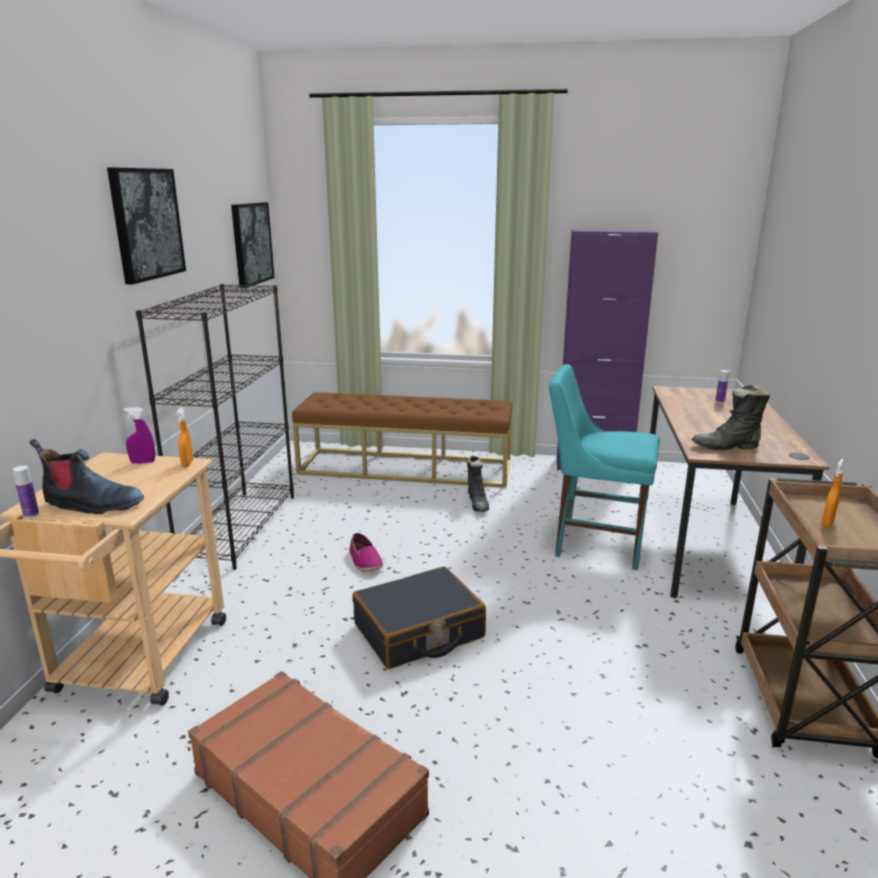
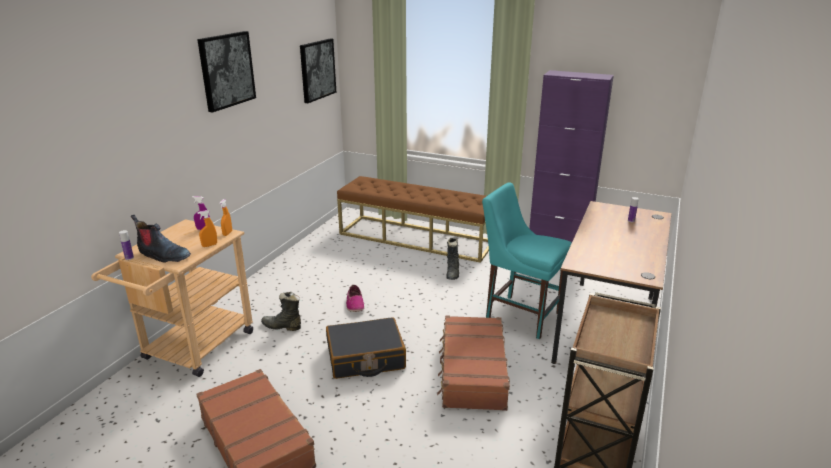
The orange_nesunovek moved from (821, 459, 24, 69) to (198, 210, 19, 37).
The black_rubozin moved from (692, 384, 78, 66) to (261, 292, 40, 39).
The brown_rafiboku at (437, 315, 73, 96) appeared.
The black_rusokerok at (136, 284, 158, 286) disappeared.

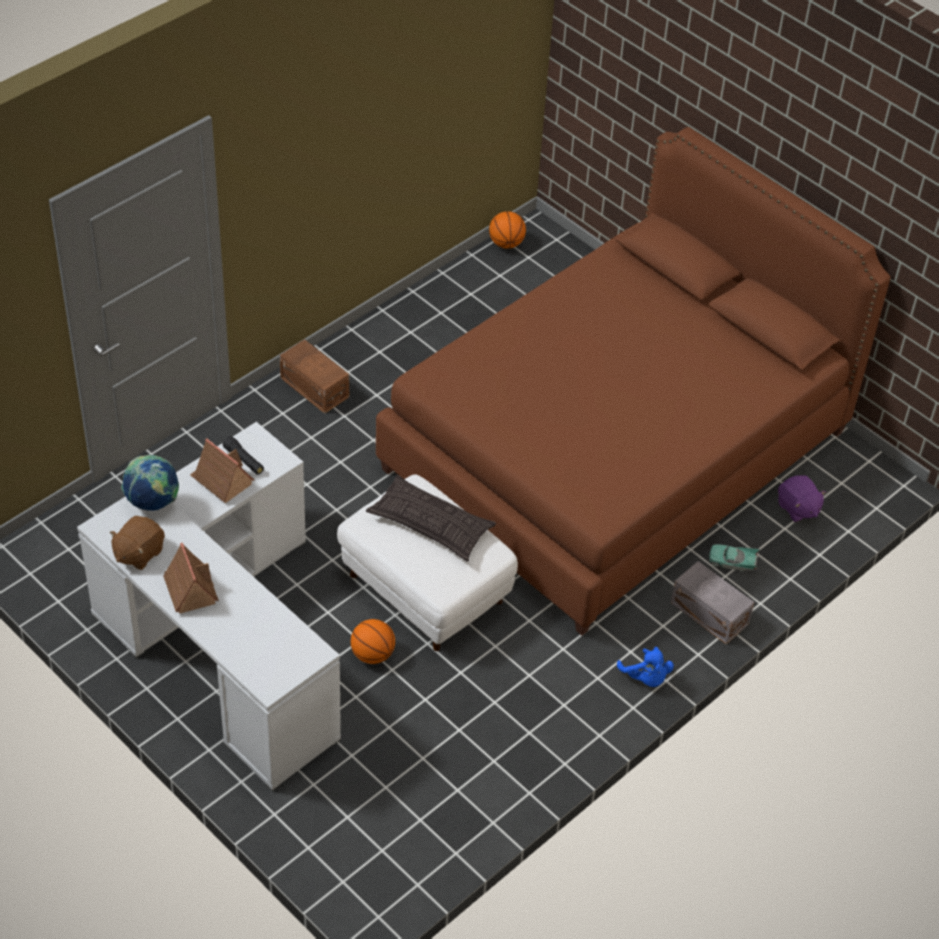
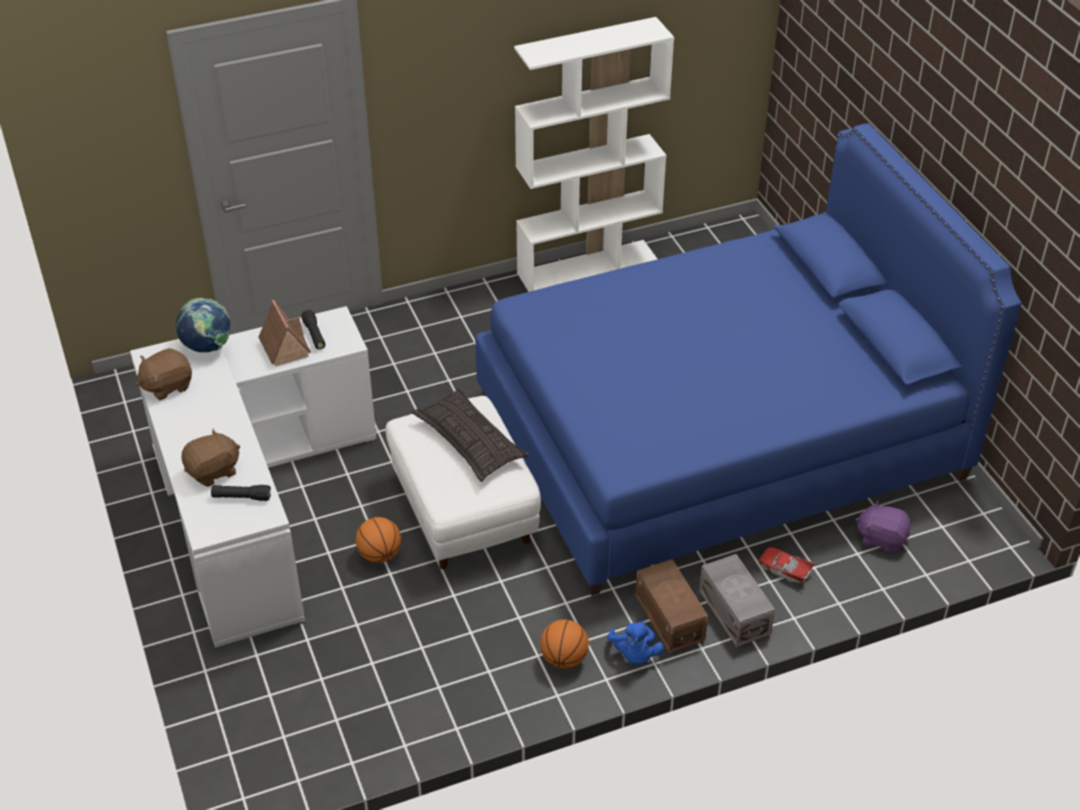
The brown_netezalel at (181, 428, 59, 59) appeared.
The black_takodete at (211, 485, 60, 16) appeared.
The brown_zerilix at (376, 127, 515, 508) became the blue_zerilix at (475, 123, 546, 473).
The white_rusokerok at (514, 17, 160, 275) appeared.
The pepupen moved from (489, 211, 37, 38) to (540, 619, 49, 50).
The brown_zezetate moved from (280, 339, 69, 74) to (636, 559, 72, 94).
The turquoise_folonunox at (709, 544, 52, 28) became the red_folonunox at (759, 547, 57, 36).
The purple_netezalel at (778, 475, 48, 47) turned 120 degrees clockwise.
The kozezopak at (163, 543, 56, 71) disappeared.

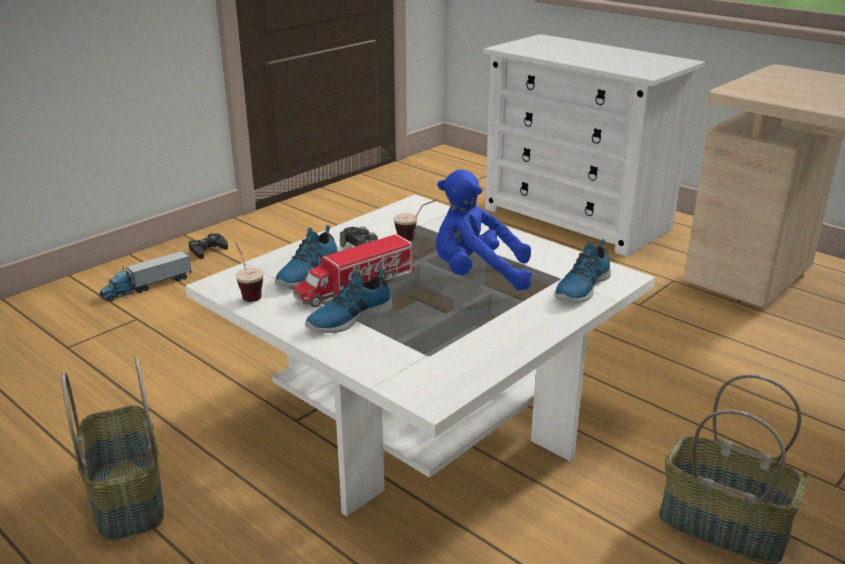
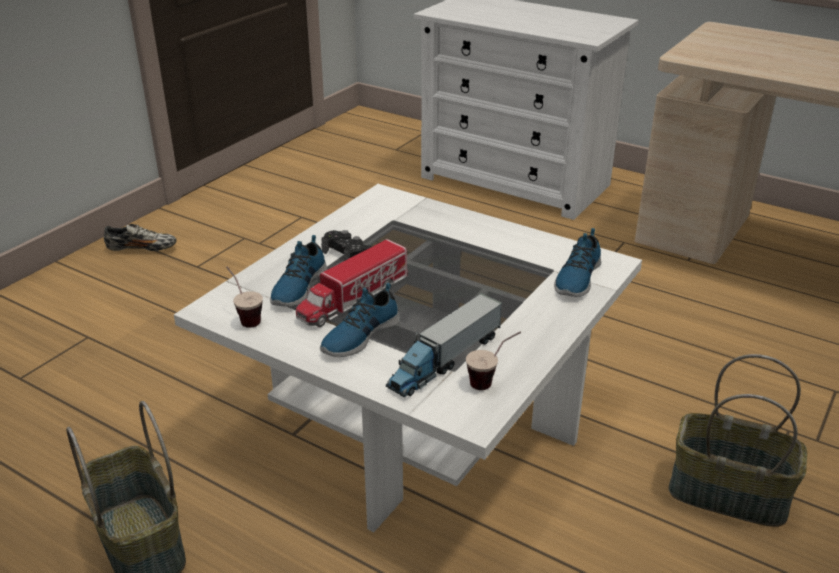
The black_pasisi at (188, 233, 40, 26) was replaced by the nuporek at (104, 224, 73, 27).
The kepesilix moved from (99, 251, 93, 50) to (386, 293, 116, 104).
The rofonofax moved from (394, 200, 43, 42) to (466, 331, 55, 59).
The blue_netezalel at (436, 170, 96, 121) disappeared.

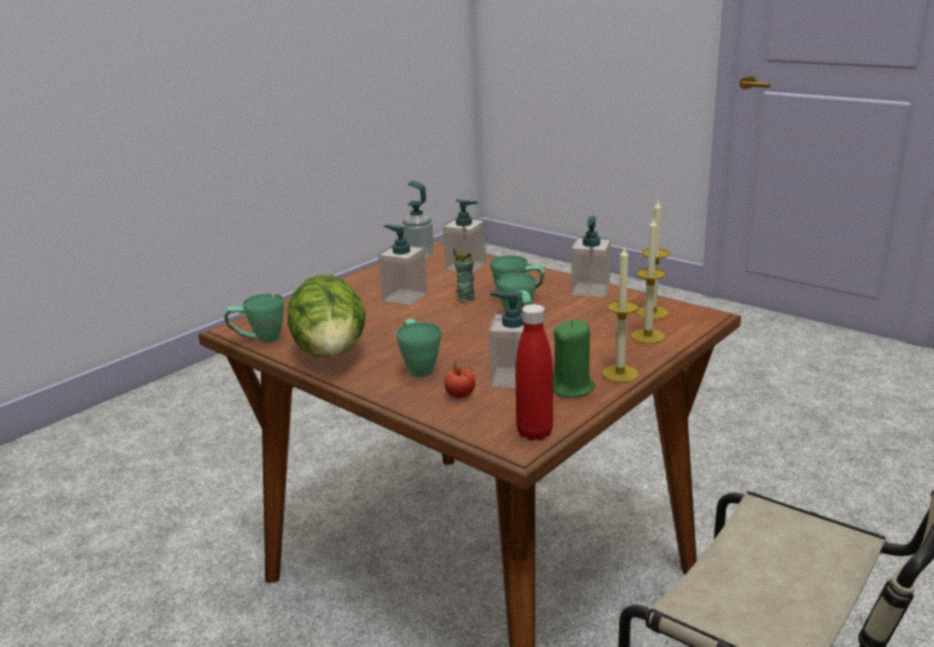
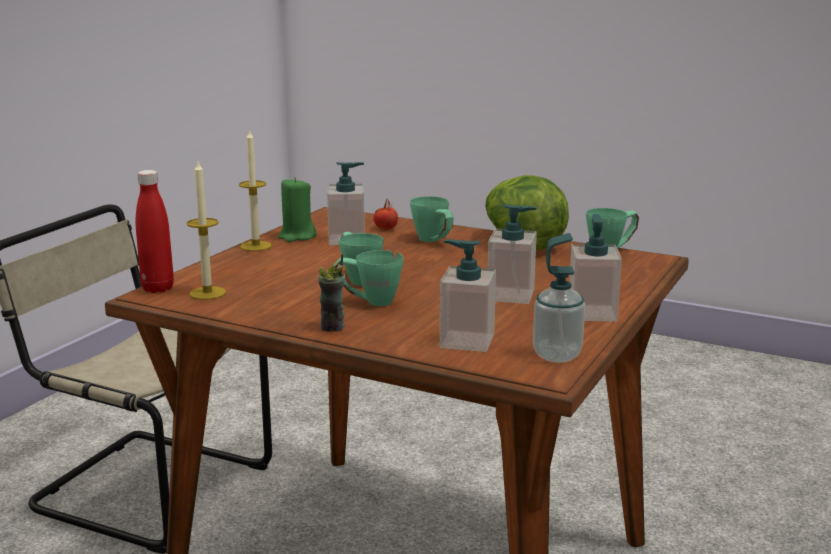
The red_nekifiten moved from (515, 304, 38, 136) to (136, 170, 38, 123).
The rofonofax moved from (453, 248, 22, 54) to (318, 254, 27, 78).
The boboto moved from (571, 216, 40, 81) to (569, 214, 53, 108).
The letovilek at (631, 217, 35, 127) disappeared.

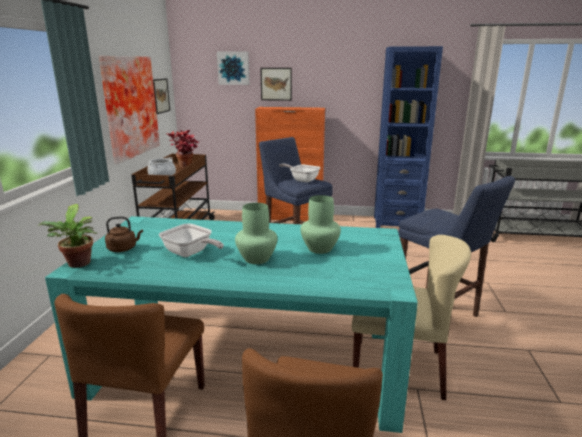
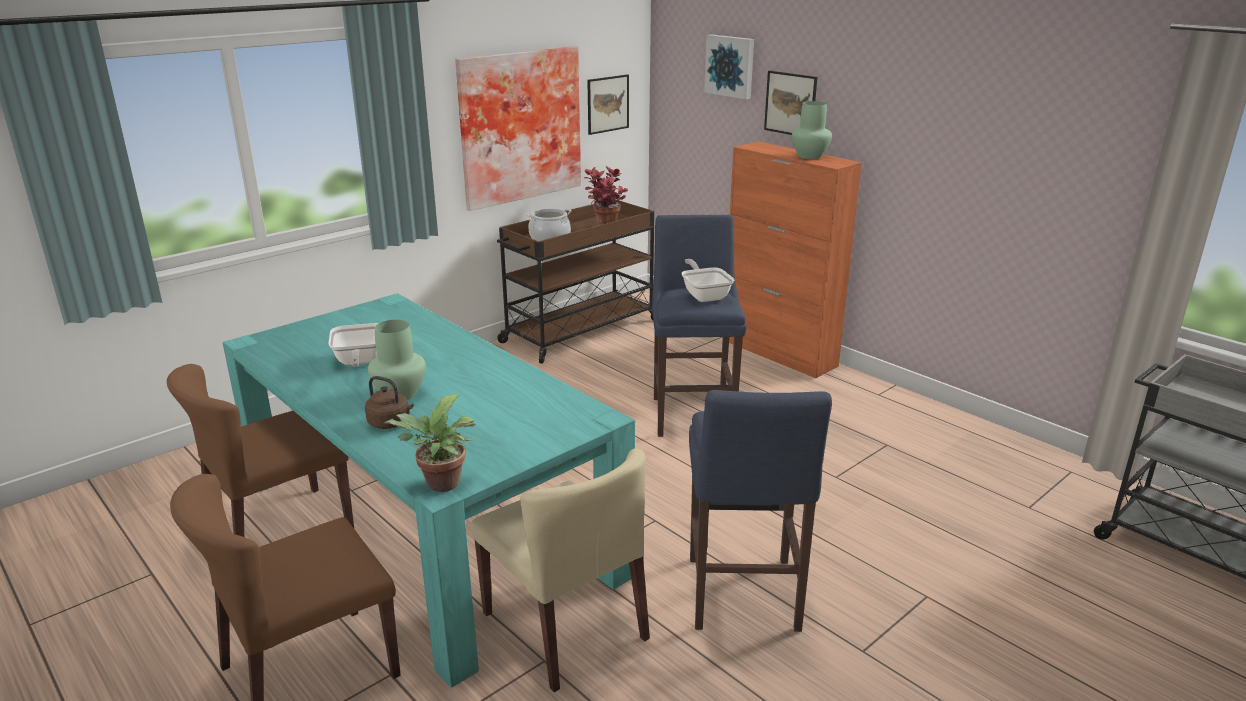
The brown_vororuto moved from (105, 216, 38, 36) to (365, 376, 48, 53).
The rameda moved from (38, 204, 59, 64) to (384, 394, 91, 98).
The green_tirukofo moved from (300, 195, 41, 59) to (792, 101, 40, 58).
The blue_rusokerok at (374, 46, 69, 182) disappeared.

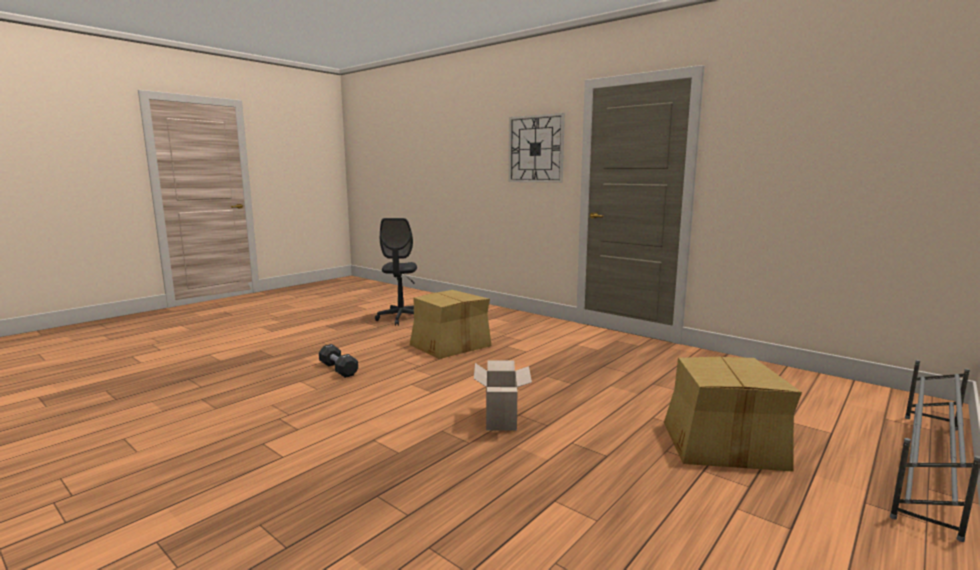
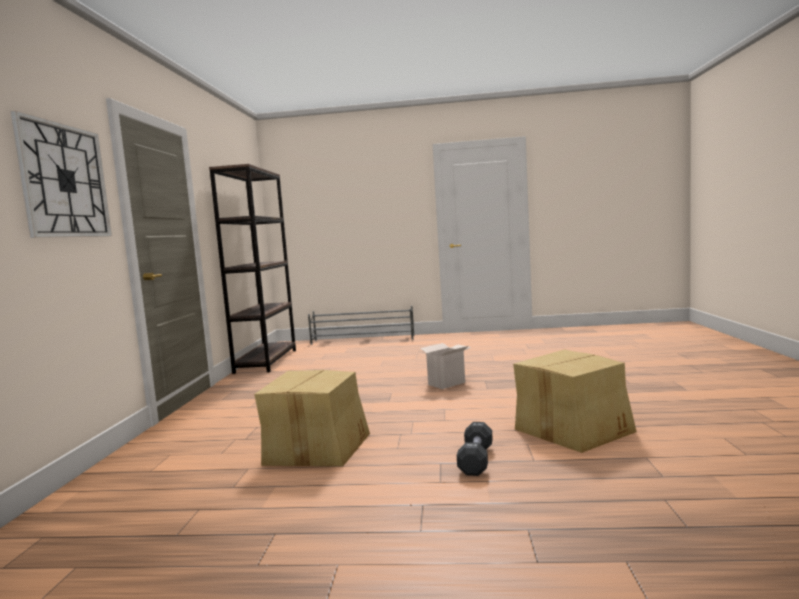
The brown_rusokerok at (209, 164, 87, 210) appeared.
The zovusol moved from (664, 357, 138, 115) to (513, 349, 124, 104).
The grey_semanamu at (375, 218, 42, 108) disappeared.

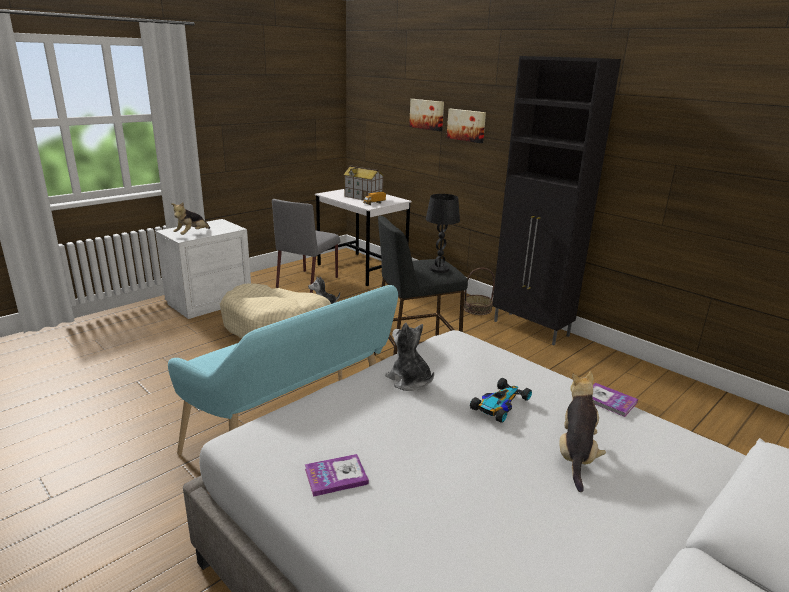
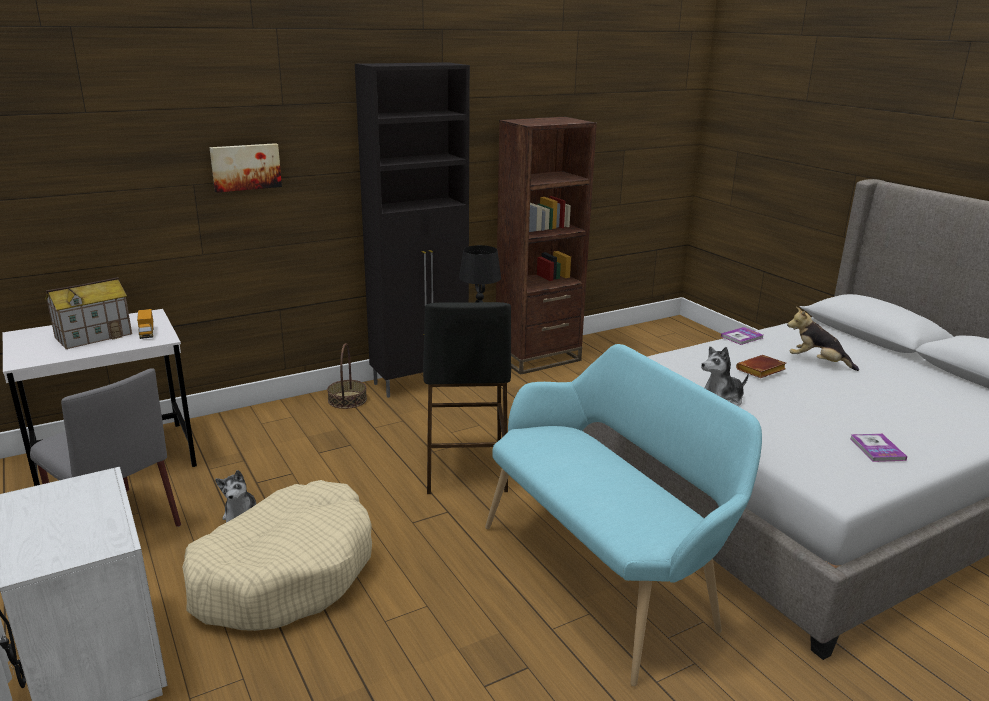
The brown_rusokerok at (496, 117, 101, 258) appeared.
The folonunox at (470, 378, 62, 45) was replaced by the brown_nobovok at (736, 355, 50, 23).
The netezalel at (171, 203, 39, 32) disappeared.
The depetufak at (409, 99, 35, 32) disappeared.

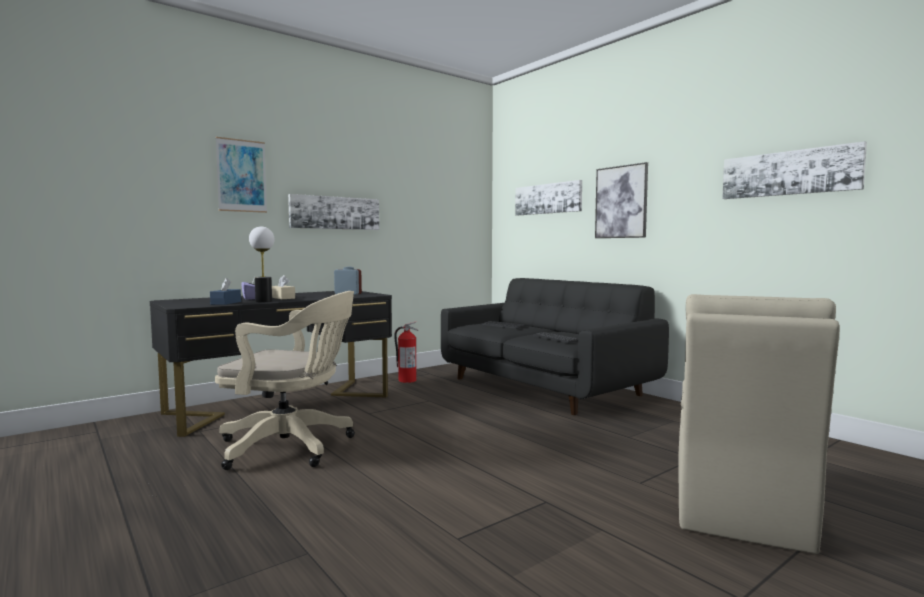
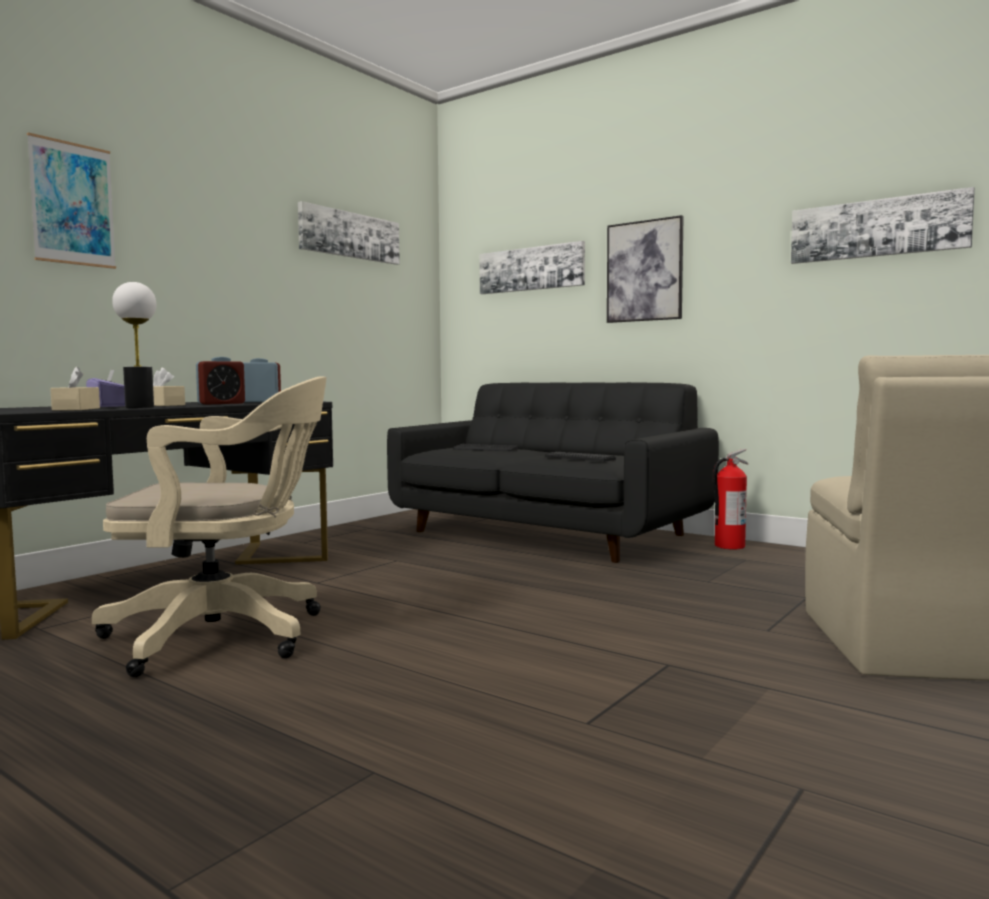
The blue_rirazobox at (210, 278, 31, 27) became the beige_rirazobox at (50, 366, 50, 45).
The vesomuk at (196, 357, 49, 47) appeared.
The depetufak moved from (288, 194, 91, 36) to (298, 201, 102, 64).
The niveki moved from (394, 321, 24, 62) to (713, 449, 35, 101).

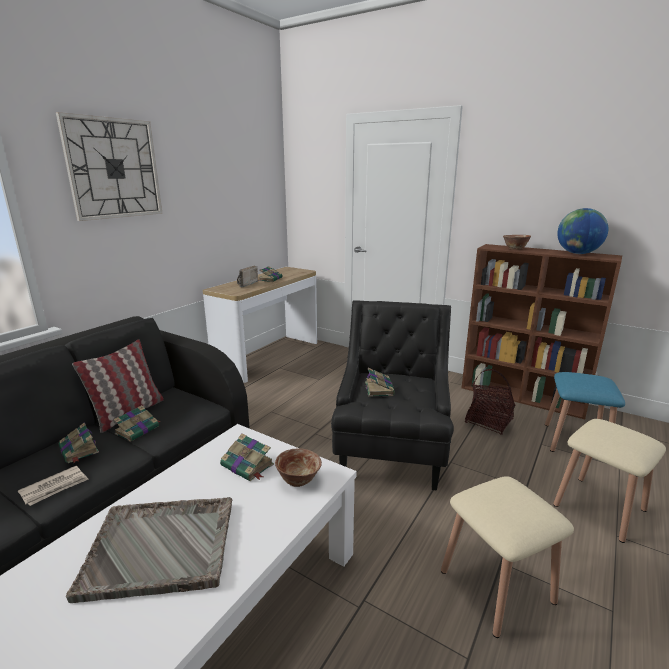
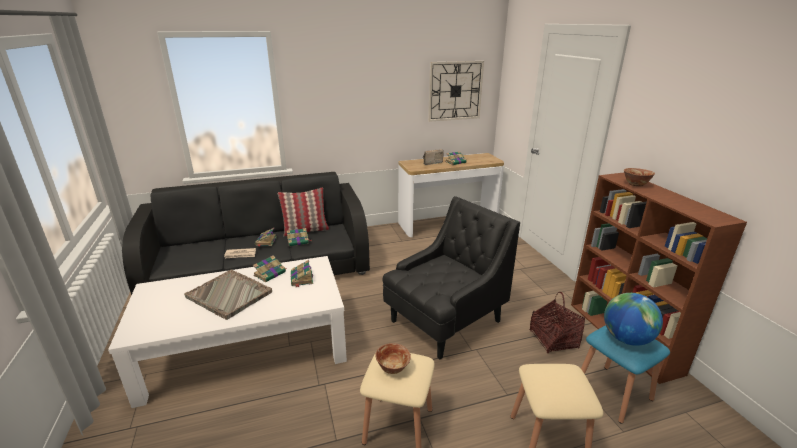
The nobovok moved from (365, 368, 30, 29) to (253, 255, 33, 27).
The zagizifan moved from (275, 448, 47, 39) to (376, 343, 35, 31).
The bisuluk moved from (56, 112, 107, 109) to (428, 61, 56, 61).
The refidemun moved from (557, 208, 51, 46) to (604, 293, 59, 53).

